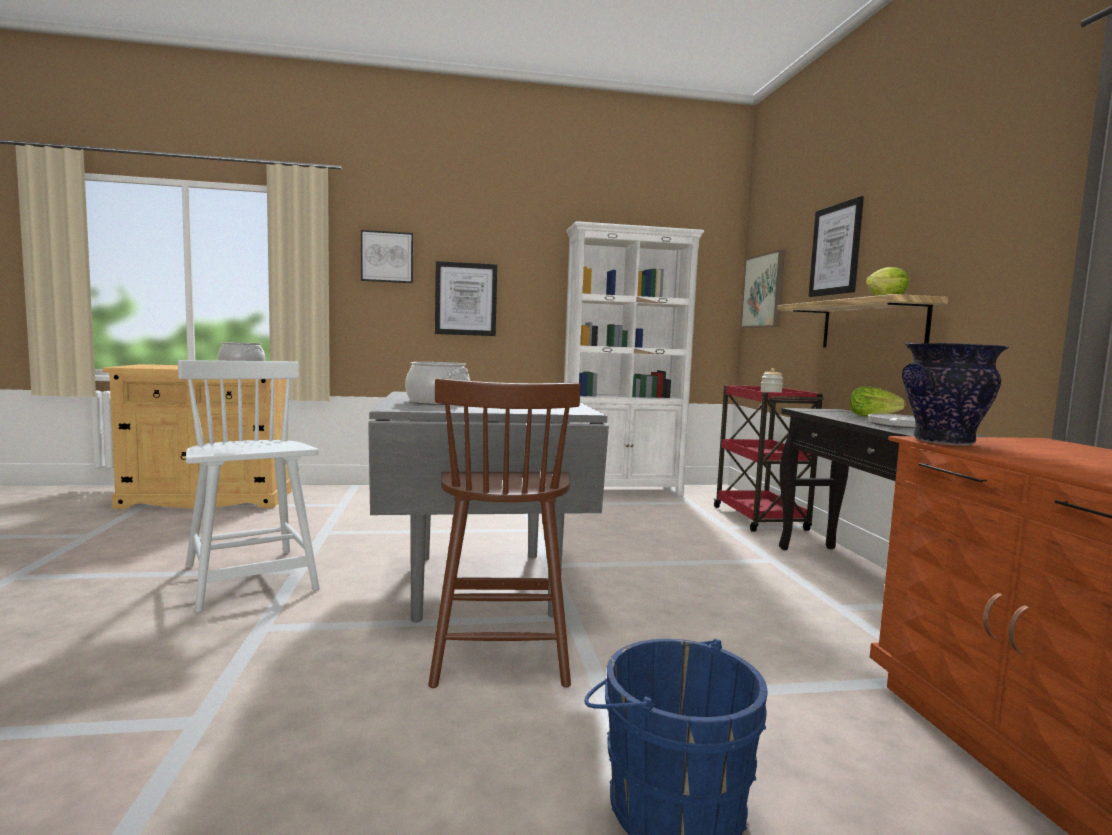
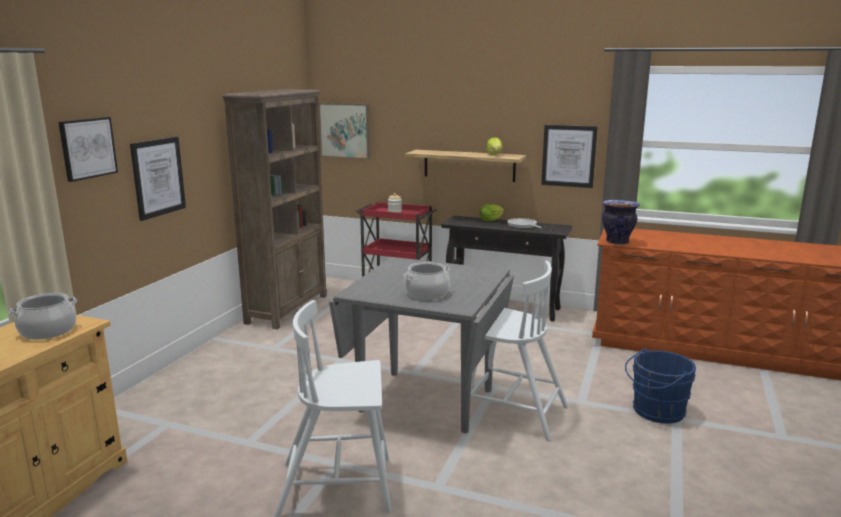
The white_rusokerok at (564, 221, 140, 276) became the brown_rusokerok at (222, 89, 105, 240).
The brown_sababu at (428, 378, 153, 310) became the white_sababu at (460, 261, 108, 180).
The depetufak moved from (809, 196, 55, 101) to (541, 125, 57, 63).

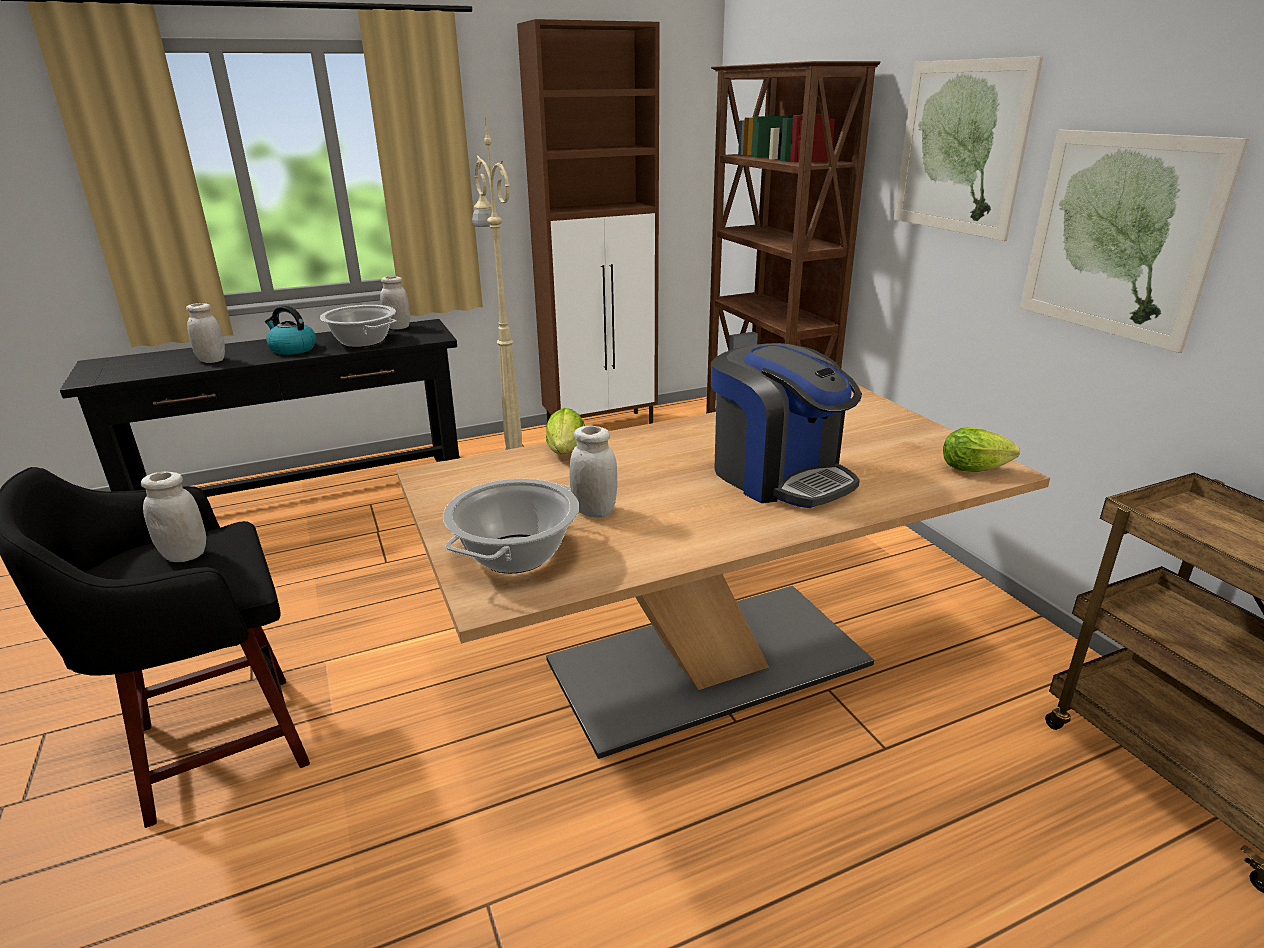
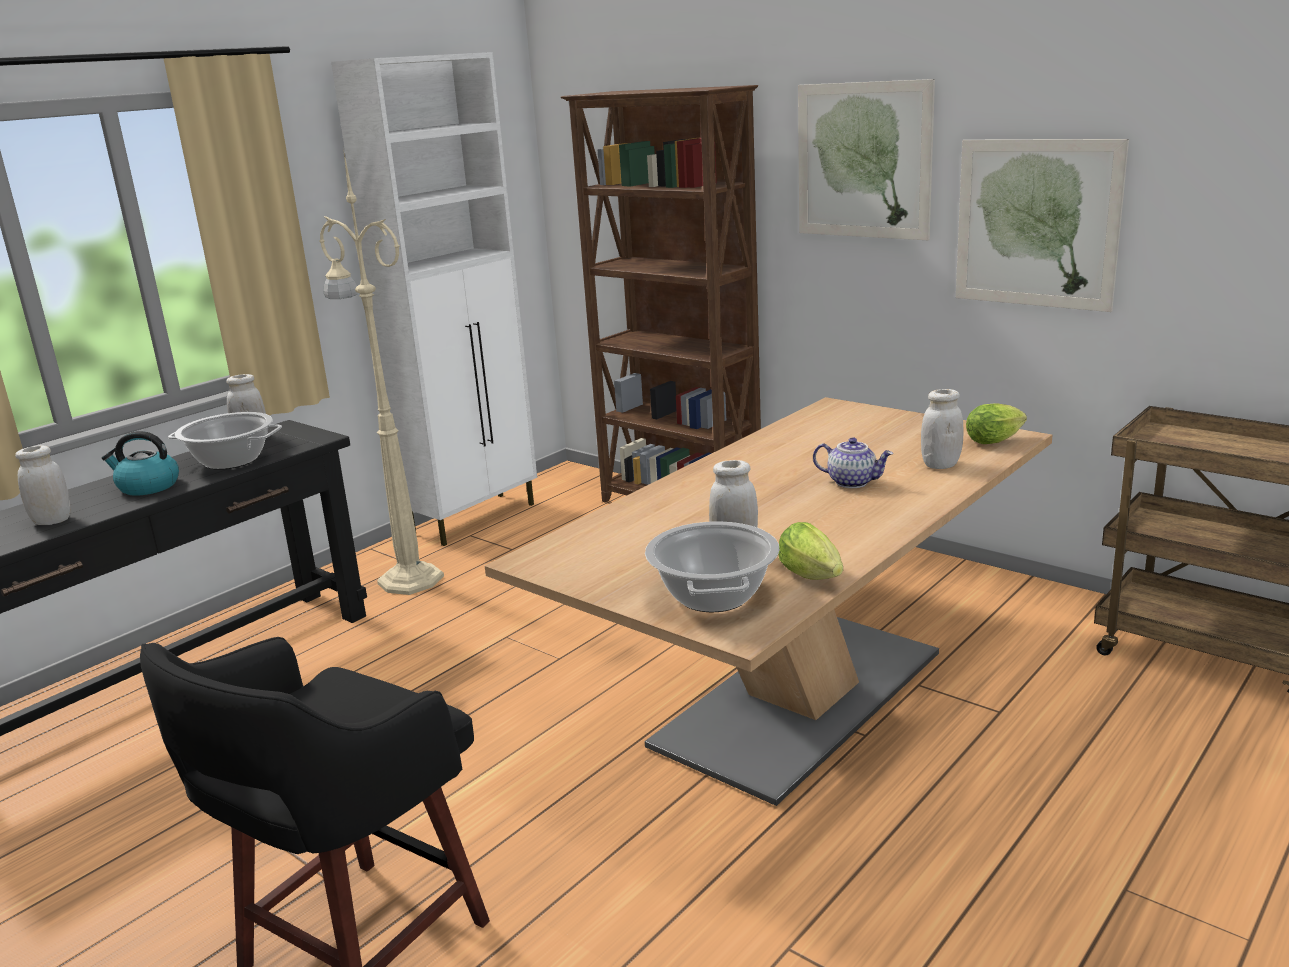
The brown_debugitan at (517, 19, 143, 405) became the white_debugitan at (331, 52, 206, 494).
The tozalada moved from (546, 408, 39, 46) to (778, 522, 65, 58).
The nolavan at (711, 343, 151, 165) was replaced by the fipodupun at (813, 437, 80, 51).
The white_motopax moved from (141, 472, 65, 90) to (921, 389, 42, 80).

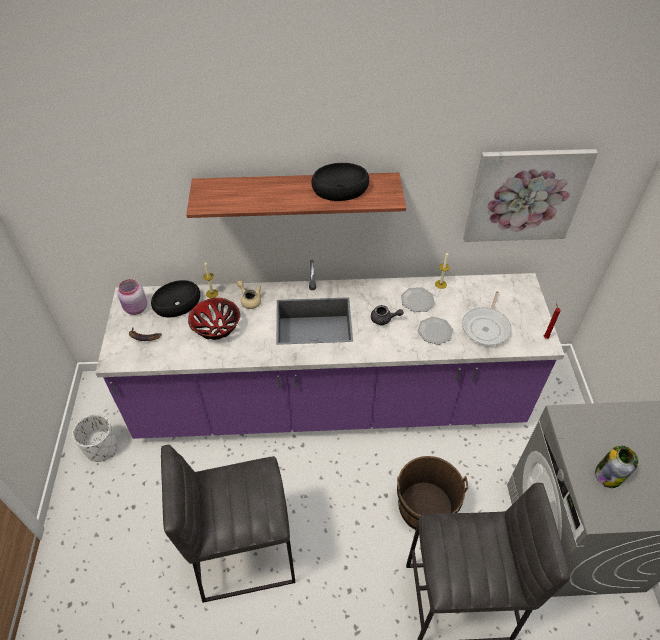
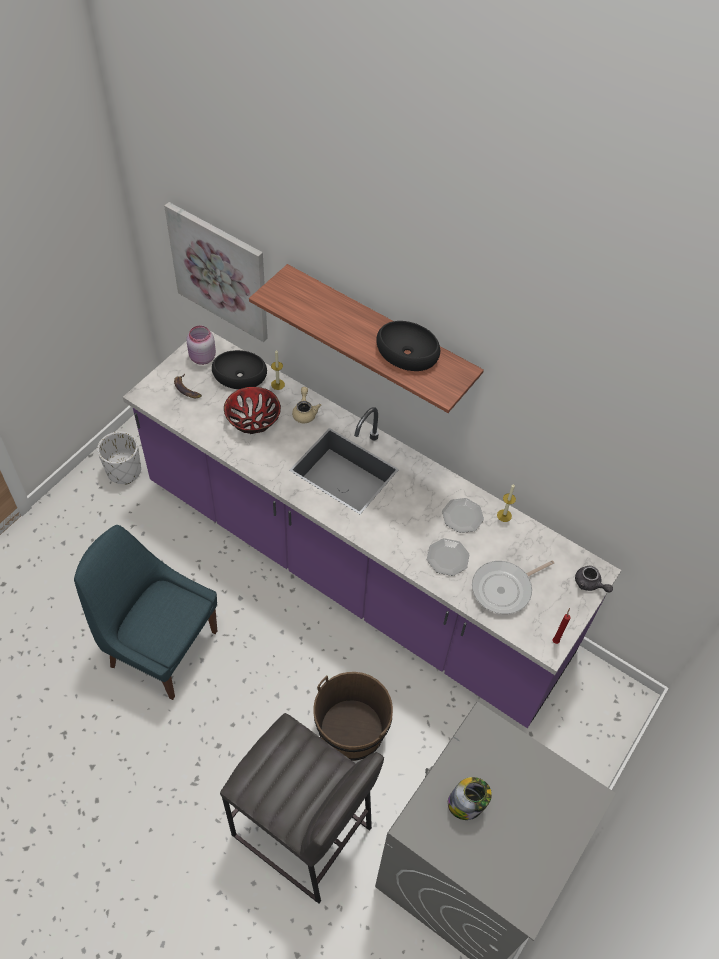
The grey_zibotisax at (161, 445, 135, 158) was replaced by the blue_sababu at (74, 525, 143, 175).
The depetufak moved from (463, 149, 135, 93) to (164, 202, 104, 140).
The grey_fipodupun moved from (371, 305, 33, 20) to (575, 566, 38, 26).

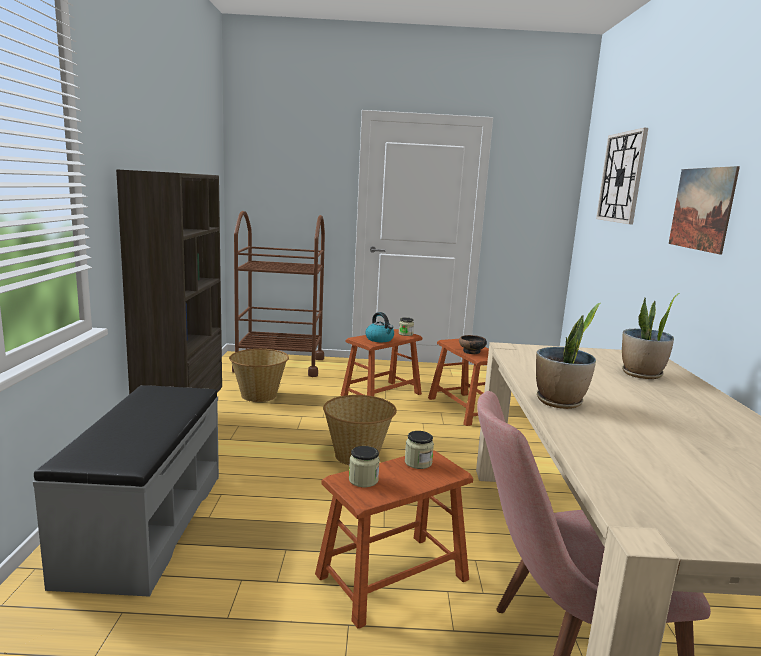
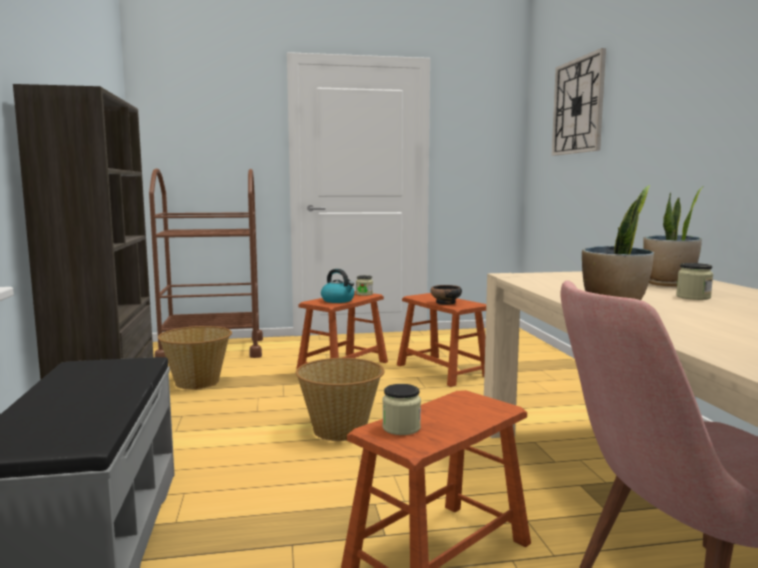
The motopax moved from (405, 431, 29, 38) to (676, 263, 37, 37).
The depetufak at (669, 166, 71, 89) disappeared.

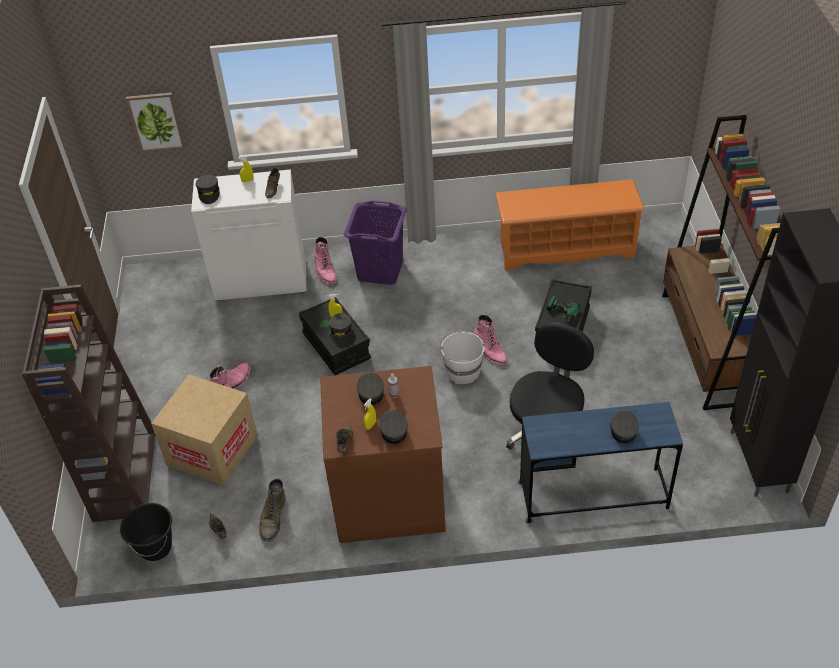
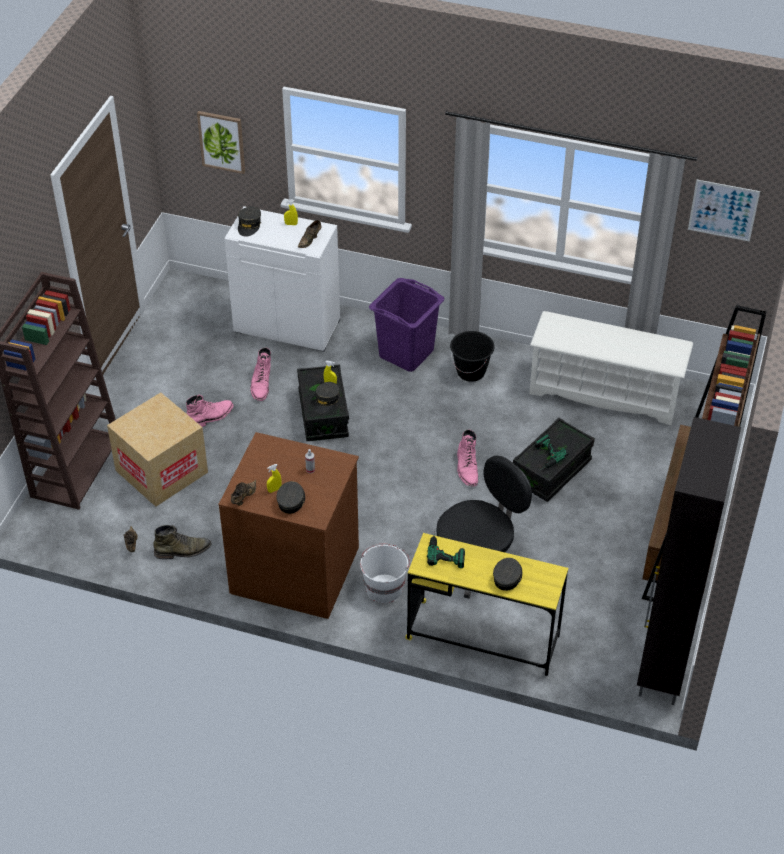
The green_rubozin at (259, 479, 27, 63) turned 135 degrees counterclockwise.
The pink_rubozin moved from (314, 237, 23, 47) to (250, 347, 21, 54).
The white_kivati moved from (440, 331, 45, 53) to (360, 544, 50, 59).
The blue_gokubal at (518, 402, 165, 122) became the yellow_gokubal at (405, 533, 163, 143).
The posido at (427, 530, 38, 38) appeared.
The black_kivati moved from (120, 503, 52, 58) to (450, 331, 45, 51).
The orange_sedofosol at (496, 179, 149, 91) became the white_sedofosol at (529, 311, 164, 114).
The depetufak at (688, 180, 72, 62) appeared.
The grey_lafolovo at (357, 372, 27, 33) disappeared.

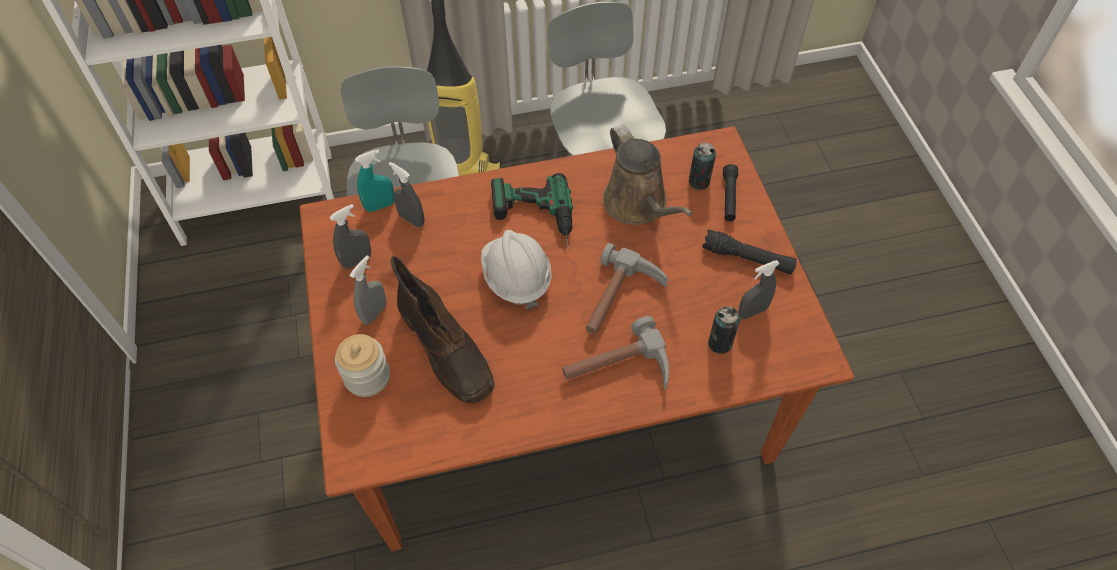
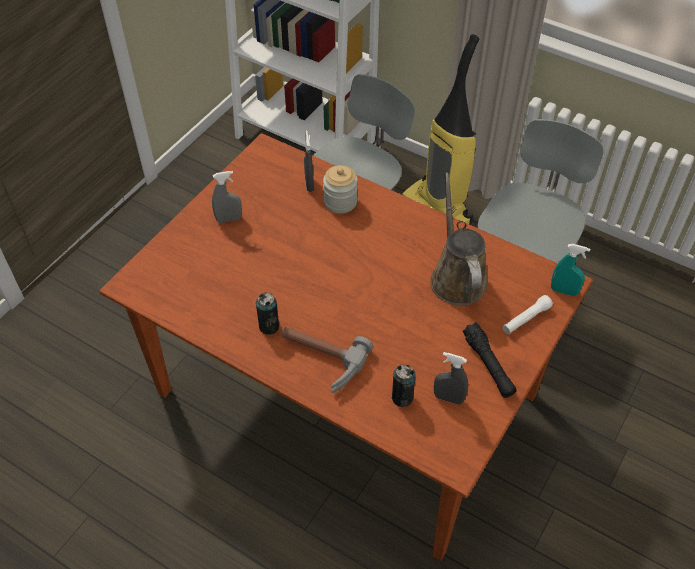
The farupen moved from (689, 142, 27, 48) to (256, 292, 23, 43).
The motopax moved from (335, 334, 55, 63) to (323, 165, 35, 49).
The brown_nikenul at (603, 124, 89, 101) turned 150 degrees clockwise.
The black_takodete at (723, 164, 15, 57) became the white_takodete at (503, 295, 50, 39).
The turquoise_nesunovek moved from (355, 150, 39, 62) to (551, 244, 39, 52).
The grey_nesunovek at (329, 204, 42, 65) disappeared.
The brown_rubozin at (391, 256, 104, 148) disappeared.
The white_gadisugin at (481, 230, 71, 79) disappeared.
The posido at (491, 173, 82, 76) disappeared.
The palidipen at (586, 243, 83, 91) disappeared.

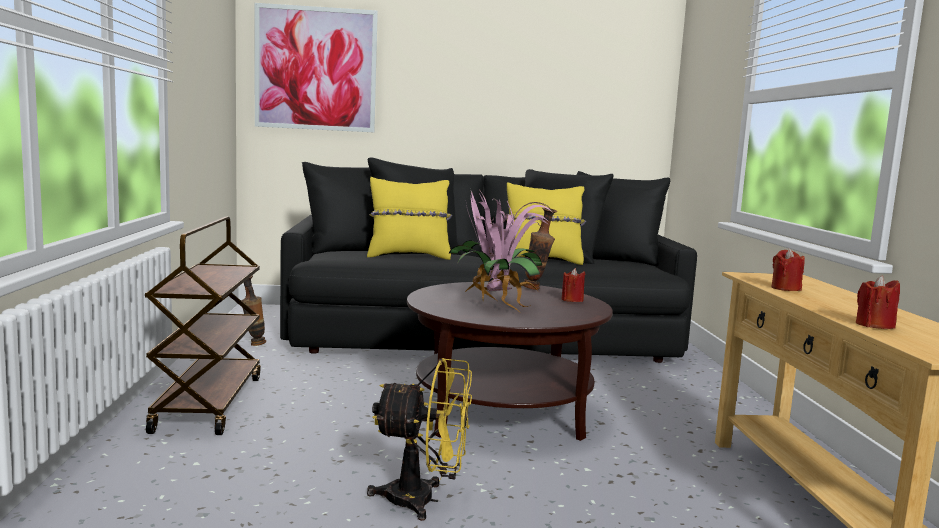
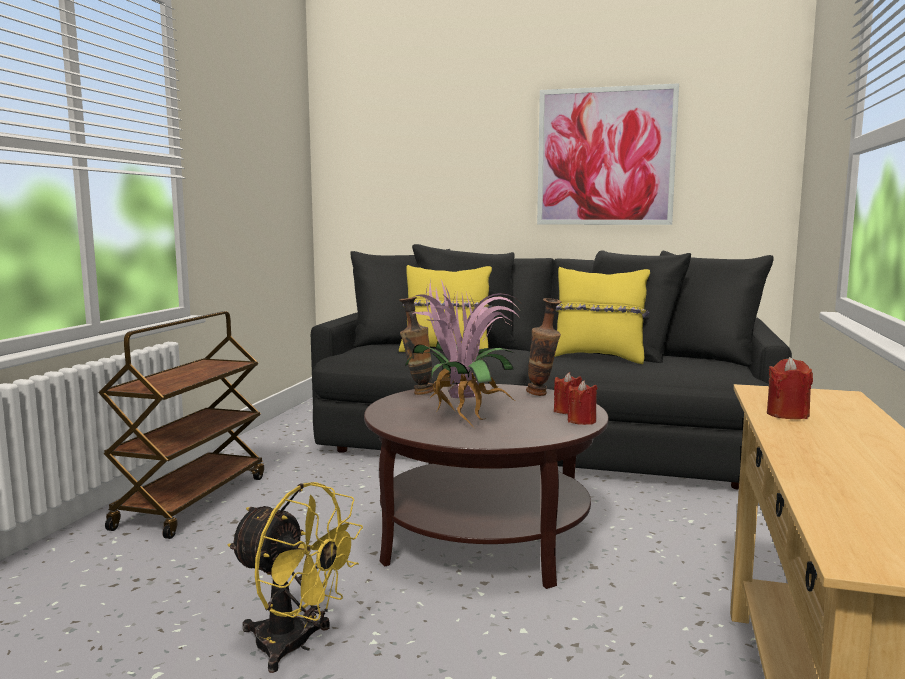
The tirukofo moved from (241, 276, 25, 70) to (399, 297, 35, 98).
The depetufak moved from (255, 3, 123, 129) to (537, 83, 142, 142).
The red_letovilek moved from (856, 276, 44, 53) to (568, 380, 30, 45).

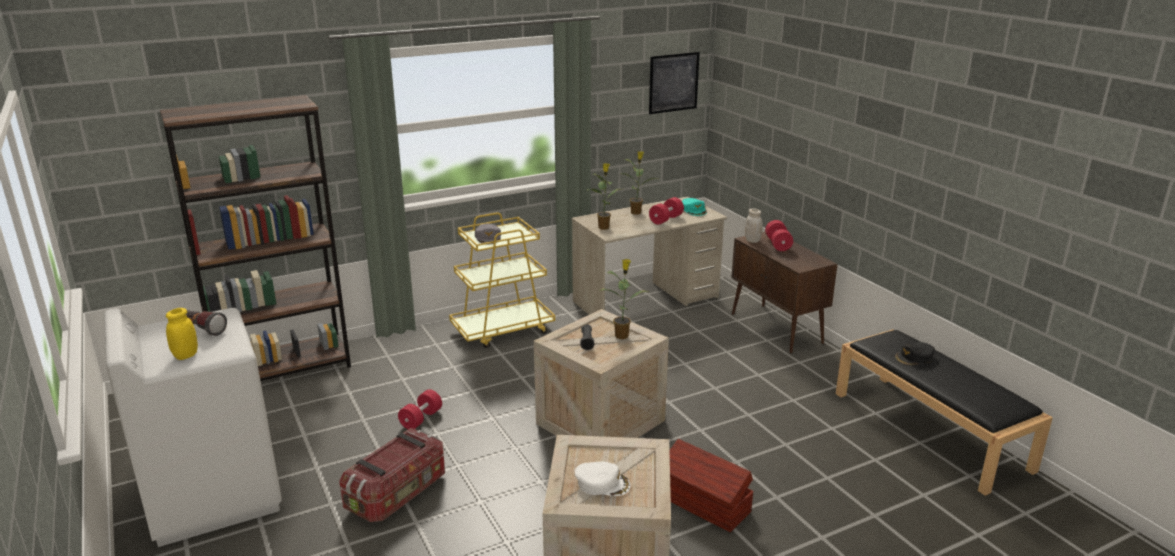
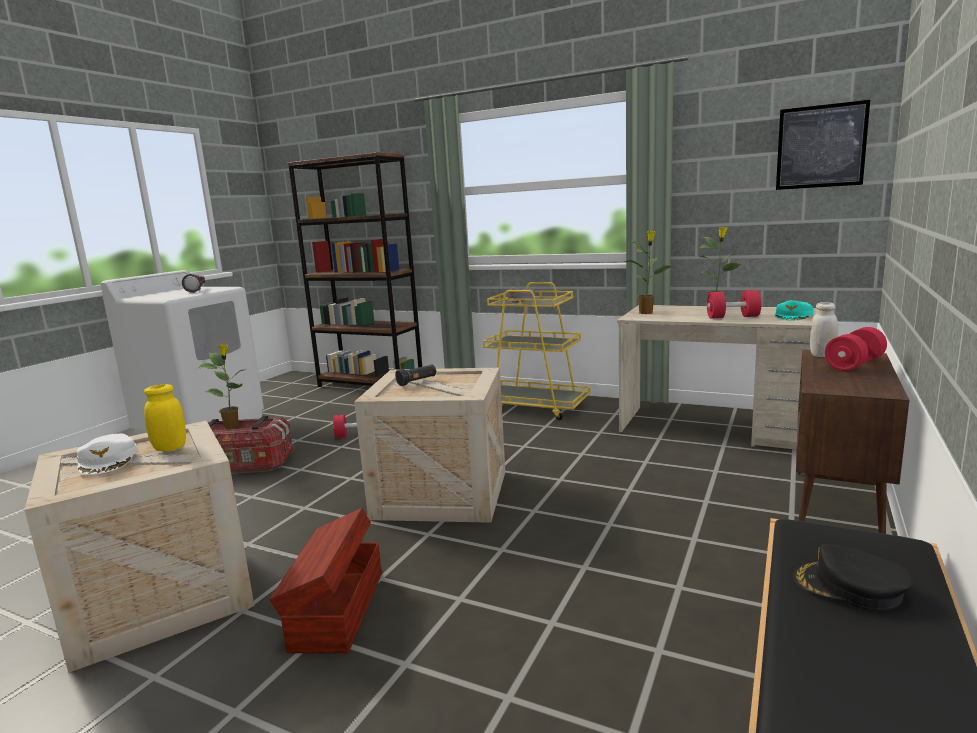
The yellow_motopax moved from (166, 308, 32, 52) to (144, 384, 42, 67).
The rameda moved from (599, 259, 50, 80) to (196, 344, 51, 85).

